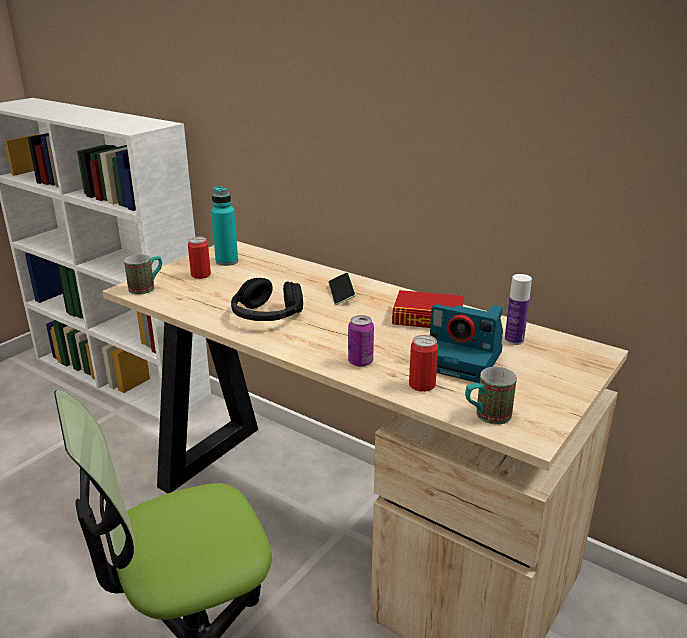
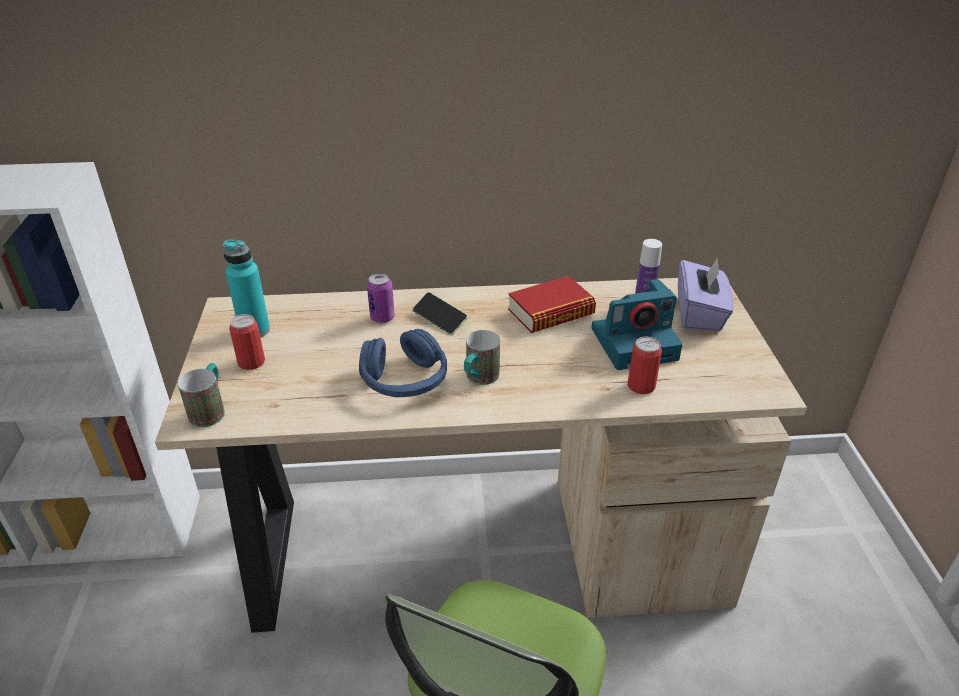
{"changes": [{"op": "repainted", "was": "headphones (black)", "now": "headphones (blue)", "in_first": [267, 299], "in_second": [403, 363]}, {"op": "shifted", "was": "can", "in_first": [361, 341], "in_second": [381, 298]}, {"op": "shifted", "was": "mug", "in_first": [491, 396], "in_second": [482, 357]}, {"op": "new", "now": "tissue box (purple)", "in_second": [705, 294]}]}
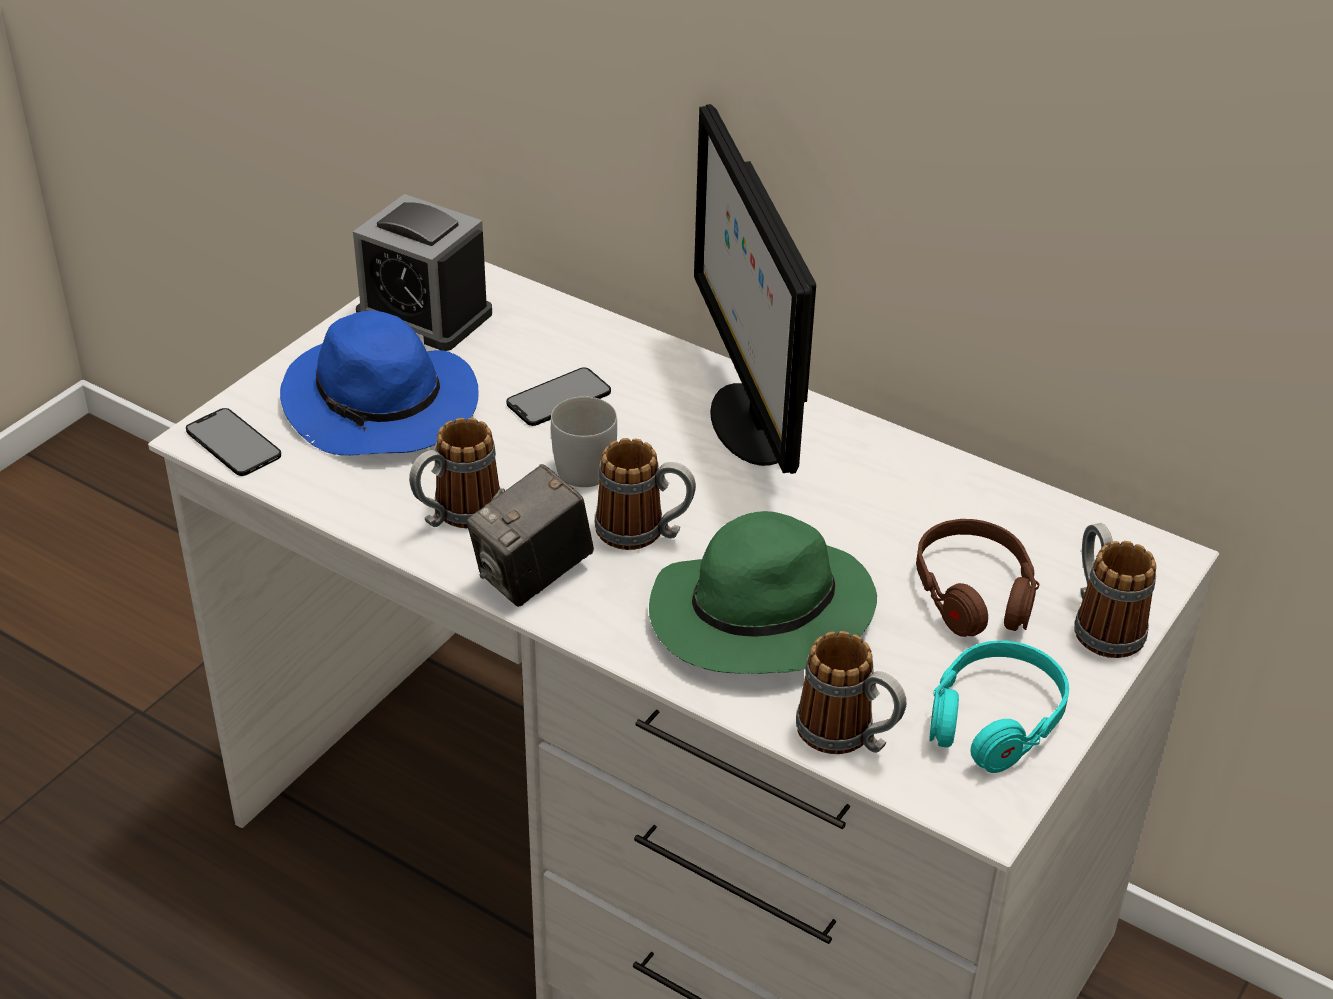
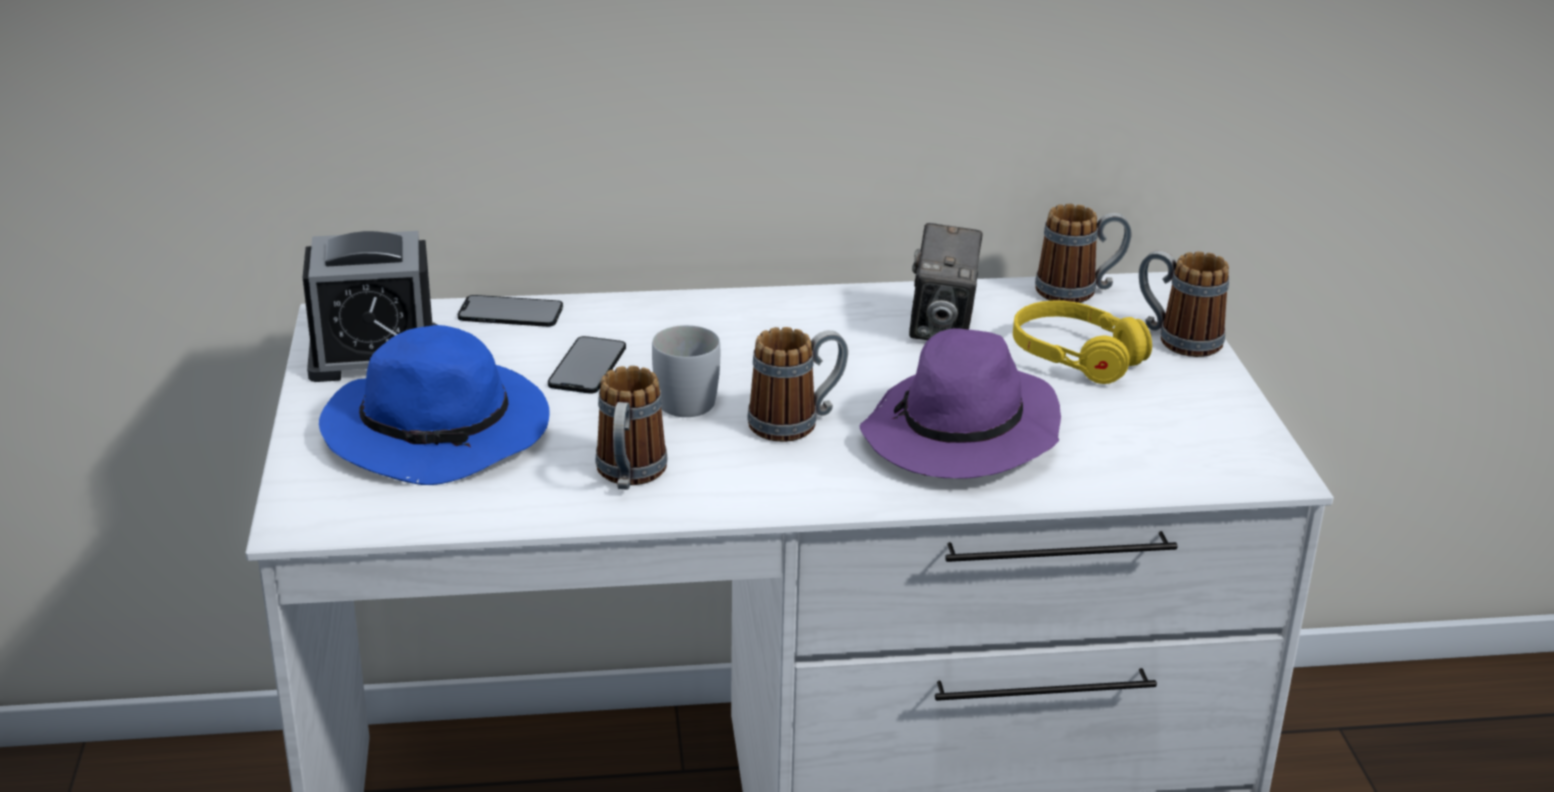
{"changes": [{"op": "shifted", "was": "phone", "in_first": [233, 442], "in_second": [510, 311]}, {"op": "repainted", "was": "hat (green)", "now": "hat (purple)", "in_first": [763, 592], "in_second": [960, 403]}, {"op": "shifted", "was": "photo camera", "in_first": [530, 535], "in_second": [946, 281]}, {"op": "repainted", "was": "headphones (brown)", "now": "headphones (yellow)", "in_first": [977, 578], "in_second": [1082, 342]}, {"op": "shifted", "was": "mug", "in_first": [851, 692], "in_second": [1083, 253]}, {"op": "gone", "was": "monitor", "in_first": [755, 289]}, {"op": "gone", "was": "headphones (turquoise)", "in_first": [999, 707]}]}
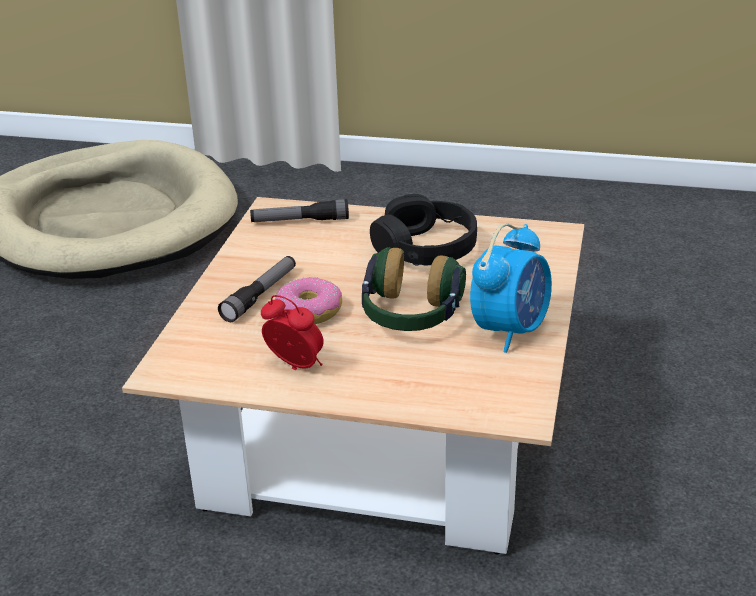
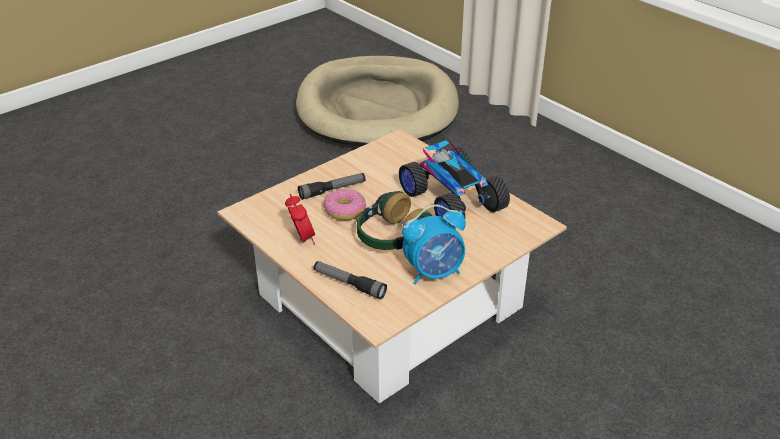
{"changes": [{"op": "shifted", "was": "flashlight", "in_first": [299, 210], "in_second": [350, 280]}, {"op": "swapped", "was": "headphones (black)", "now": "toy car", "in_first": [423, 229], "in_second": [454, 184]}]}
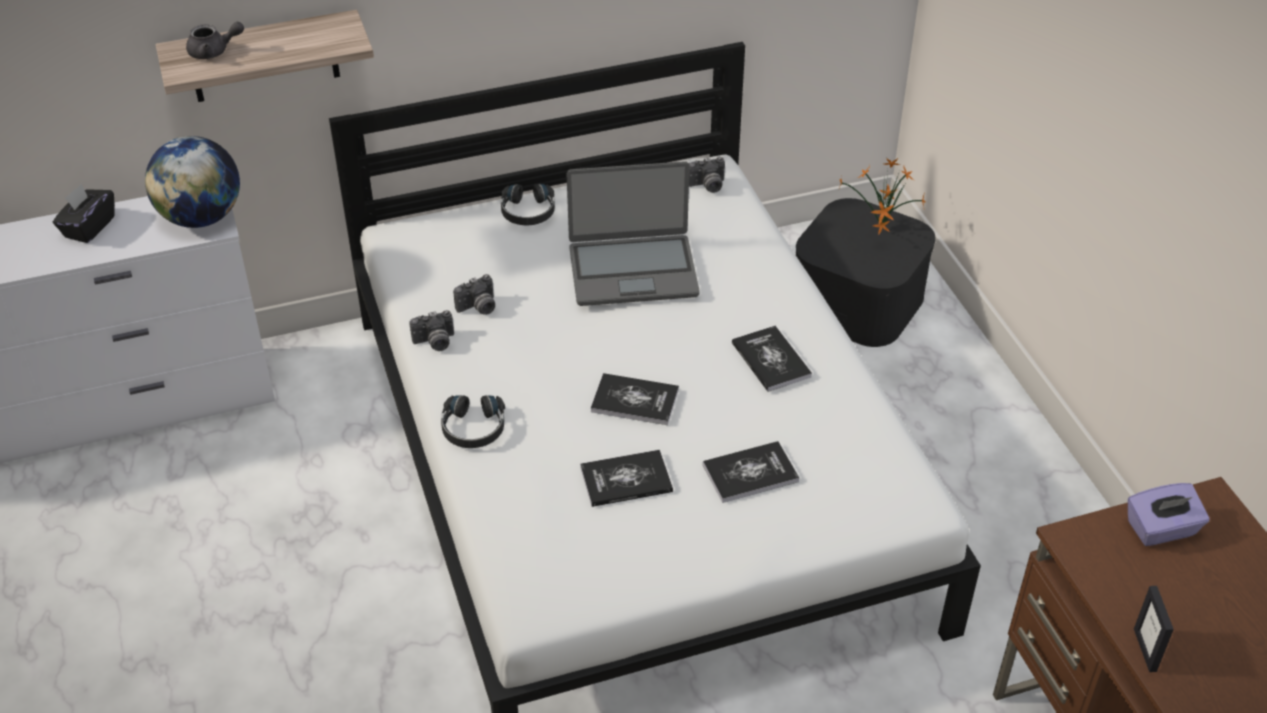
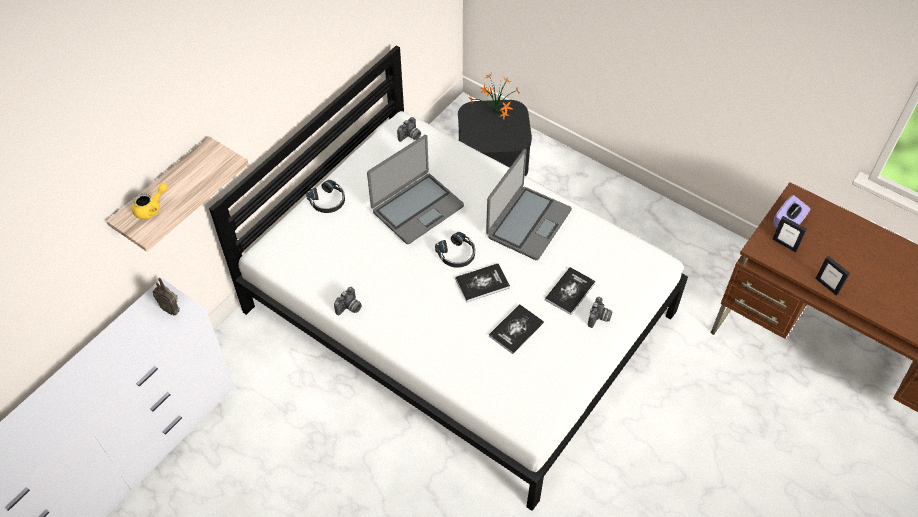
{"changes": [{"op": "repainted", "was": "teapot (grey)", "now": "teapot (yellow)", "in_first": [215, 40], "in_second": [150, 201]}, {"op": "swapped", "was": "globe", "now": "radio", "in_first": [192, 182], "in_second": [166, 296]}, {"op": "shifted", "was": "headphones (black)", "in_first": [473, 421], "in_second": [455, 250]}, {"op": "swapped", "was": "book", "now": "laptop", "in_first": [772, 359], "in_second": [529, 204]}, {"op": "shifted", "was": "photo camera", "in_first": [474, 294], "in_second": [600, 312]}, {"op": "new", "now": "picture frame", "in_second": [789, 234]}, {"op": "gone", "was": "tissue box (black)", "in_first": [84, 213]}]}
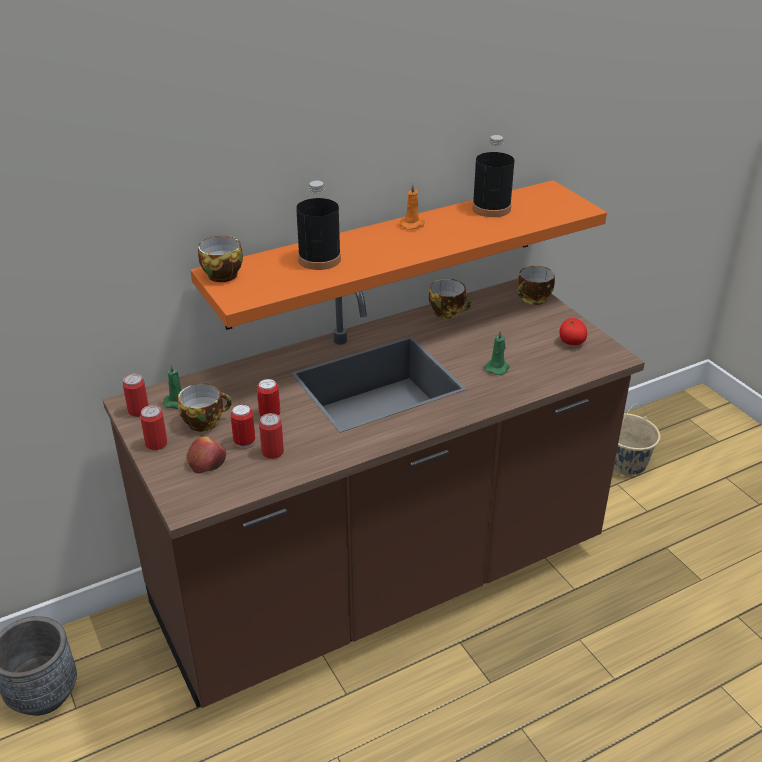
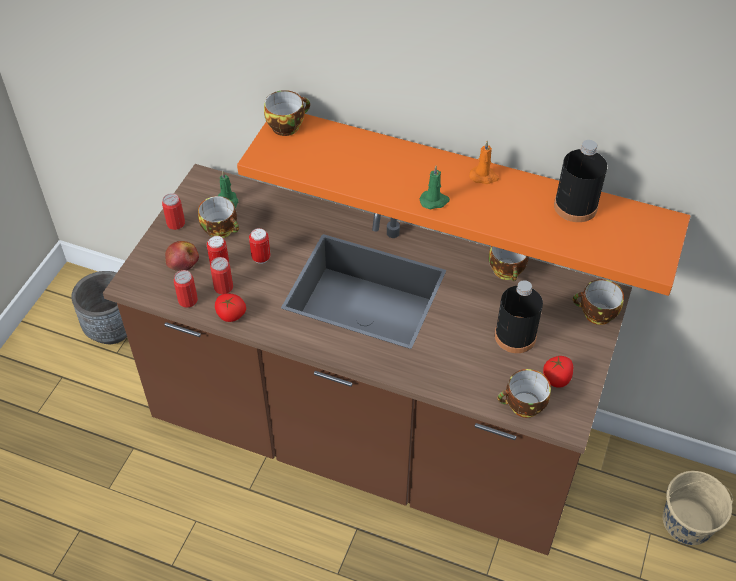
{"changes": [{"op": "shifted", "was": "can", "in_first": [136, 395], "in_second": [186, 289]}, {"op": "new", "now": "tomato", "in_second": [230, 308]}, {"op": "shifted", "was": "candle (green)", "in_first": [497, 352], "in_second": [435, 187]}, {"op": "shifted", "was": "bottle (black)", "in_first": [318, 225], "in_second": [519, 316]}, {"op": "new", "now": "cup", "in_second": [524, 393]}]}
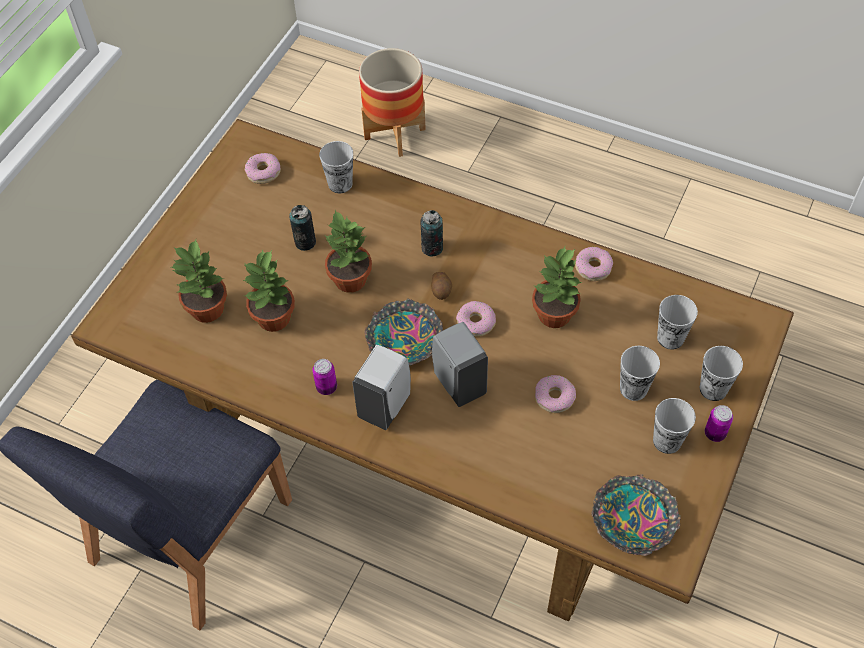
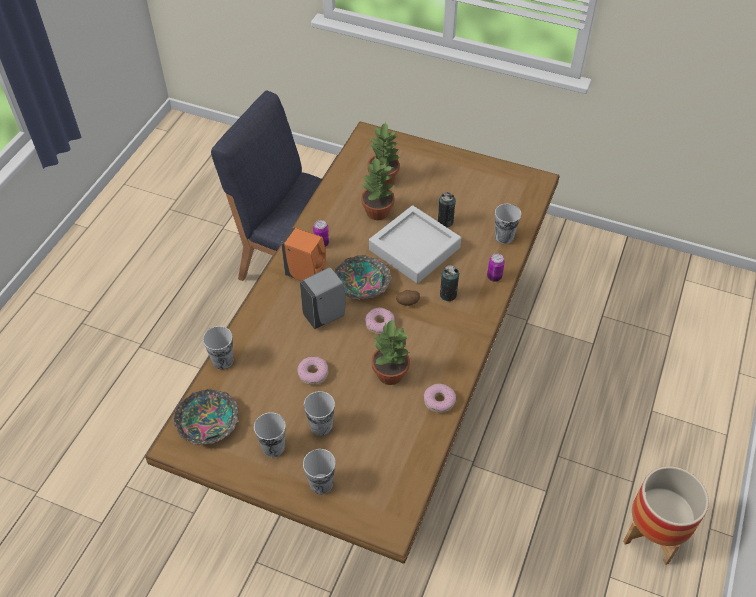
{"changes": [{"op": "shifted", "was": "cup", "in_first": [677, 322], "in_second": [218, 347]}, {"op": "repainted", "was": "soap dispenser (white)", "now": "soap dispenser (orange)", "in_first": [381, 387], "in_second": [303, 254]}, {"op": "swapped", "was": "potted plant", "now": "tray (grey)", "in_first": [348, 251], "in_second": [415, 244]}, {"op": "shifted", "was": "can", "in_first": [719, 423], "in_second": [496, 268]}, {"op": "shifted", "was": "planter", "in_first": [392, 102], "in_second": [666, 515]}, {"op": "gone", "was": "donut", "in_first": [263, 168]}]}
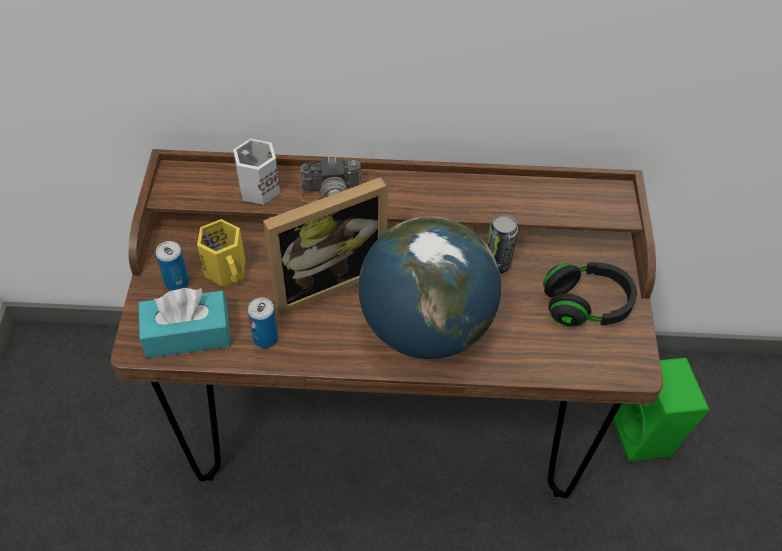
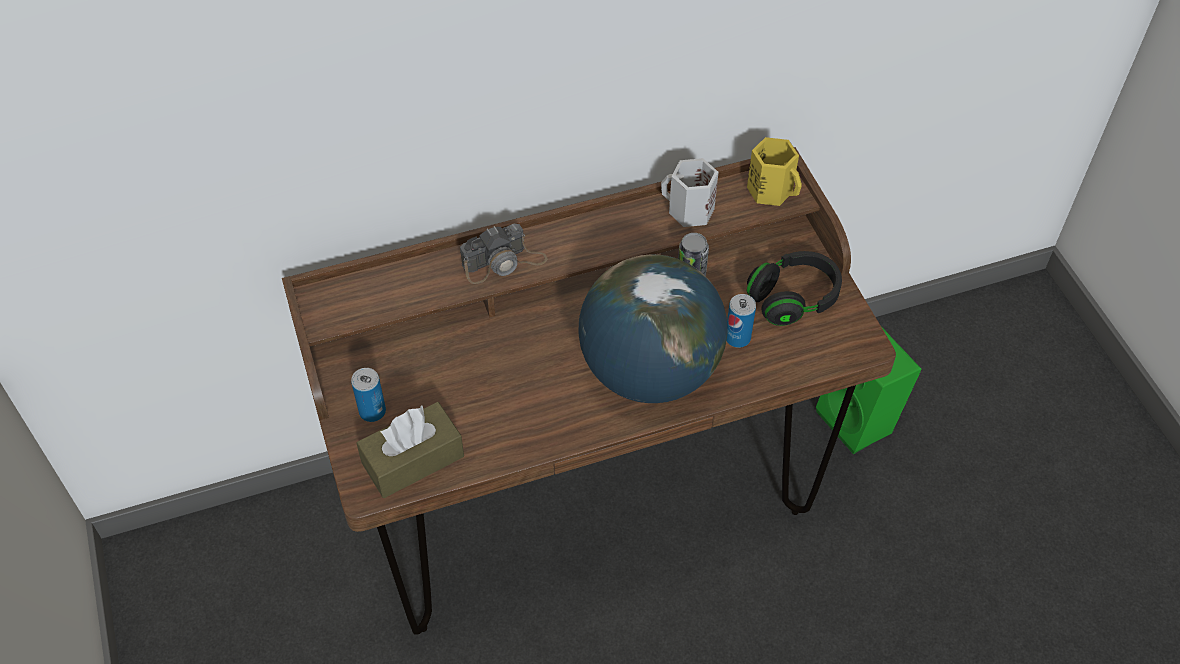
{"changes": [{"op": "repainted", "was": "tissue box (turquoise)", "now": "tissue box (brown)", "in_first": [184, 323], "in_second": [410, 450]}, {"op": "shifted", "was": "mug (white)", "in_first": [256, 171], "in_second": [689, 192]}, {"op": "shifted", "was": "can", "in_first": [263, 322], "in_second": [741, 321]}, {"op": "shifted", "was": "mug (yellow)", "in_first": [221, 252], "in_second": [774, 171]}, {"op": "gone", "was": "picture frame", "in_first": [325, 246]}]}
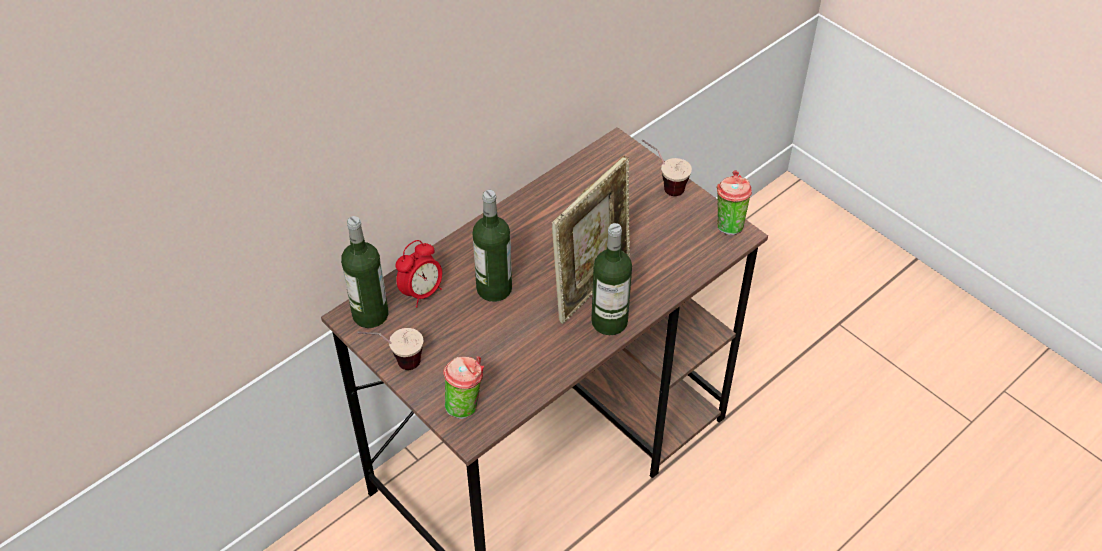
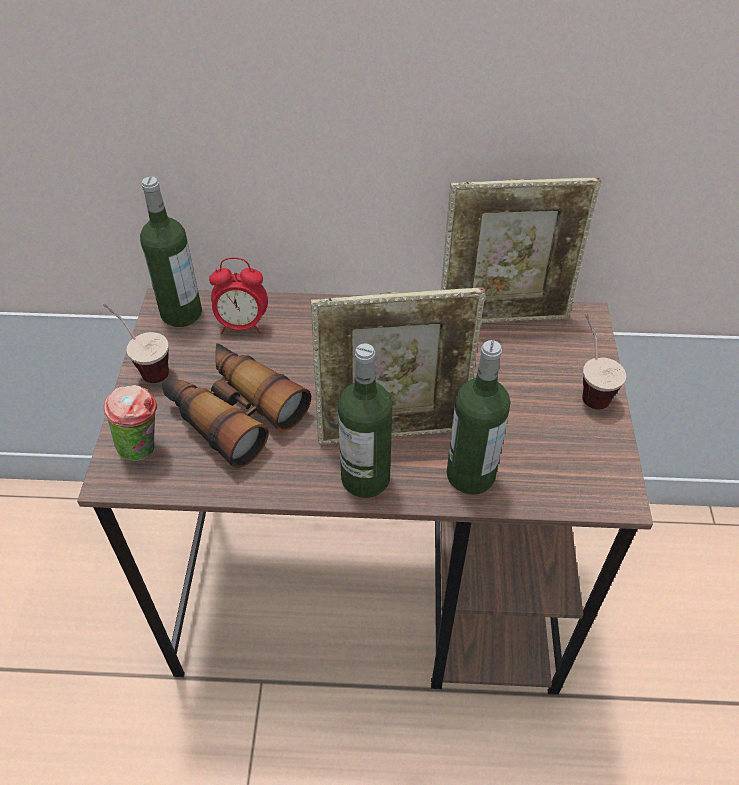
{"changes": [{"op": "new", "now": "binoculars", "in_second": [236, 405]}, {"op": "new", "now": "picture frame", "in_second": [521, 250]}, {"op": "shifted", "was": "bottle", "in_first": [492, 246], "in_second": [478, 417]}, {"op": "gone", "was": "cup", "in_first": [734, 202]}]}
